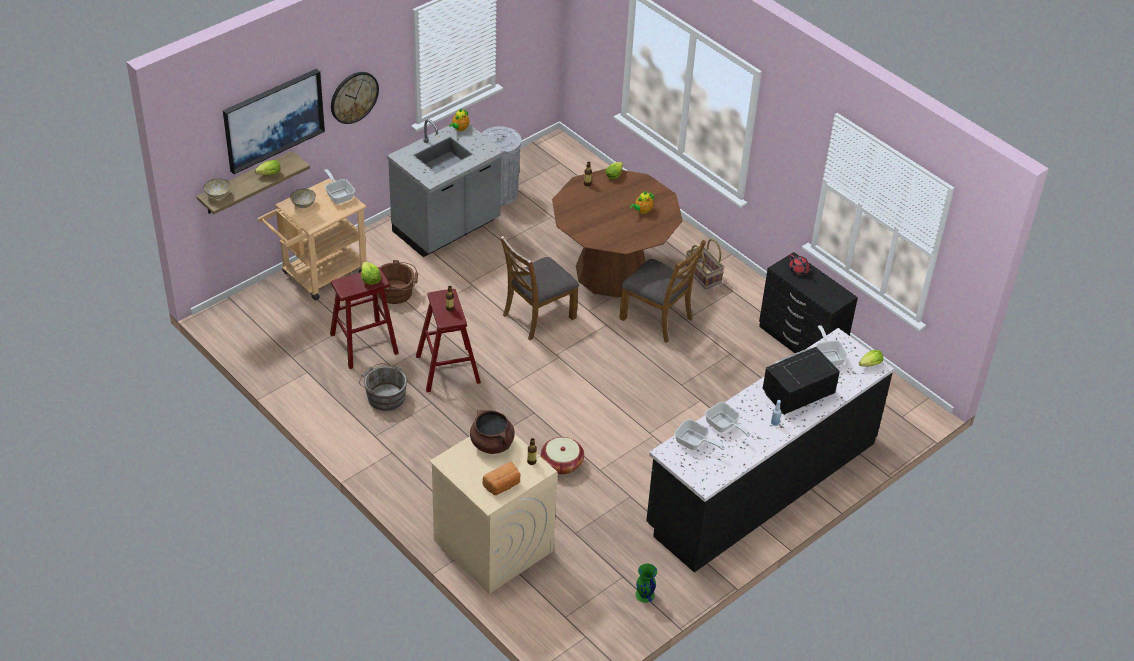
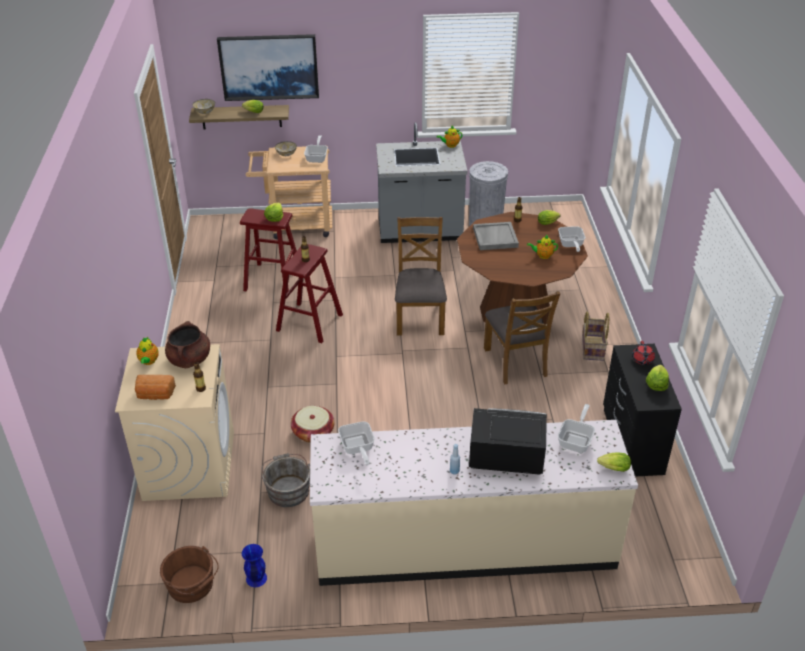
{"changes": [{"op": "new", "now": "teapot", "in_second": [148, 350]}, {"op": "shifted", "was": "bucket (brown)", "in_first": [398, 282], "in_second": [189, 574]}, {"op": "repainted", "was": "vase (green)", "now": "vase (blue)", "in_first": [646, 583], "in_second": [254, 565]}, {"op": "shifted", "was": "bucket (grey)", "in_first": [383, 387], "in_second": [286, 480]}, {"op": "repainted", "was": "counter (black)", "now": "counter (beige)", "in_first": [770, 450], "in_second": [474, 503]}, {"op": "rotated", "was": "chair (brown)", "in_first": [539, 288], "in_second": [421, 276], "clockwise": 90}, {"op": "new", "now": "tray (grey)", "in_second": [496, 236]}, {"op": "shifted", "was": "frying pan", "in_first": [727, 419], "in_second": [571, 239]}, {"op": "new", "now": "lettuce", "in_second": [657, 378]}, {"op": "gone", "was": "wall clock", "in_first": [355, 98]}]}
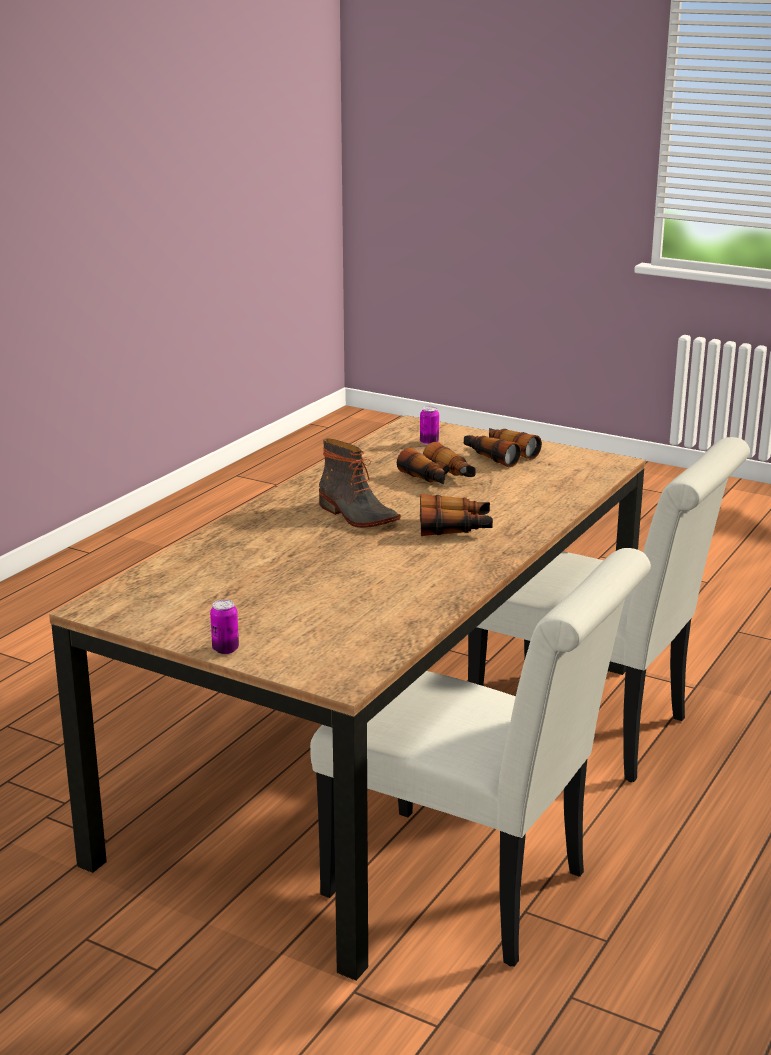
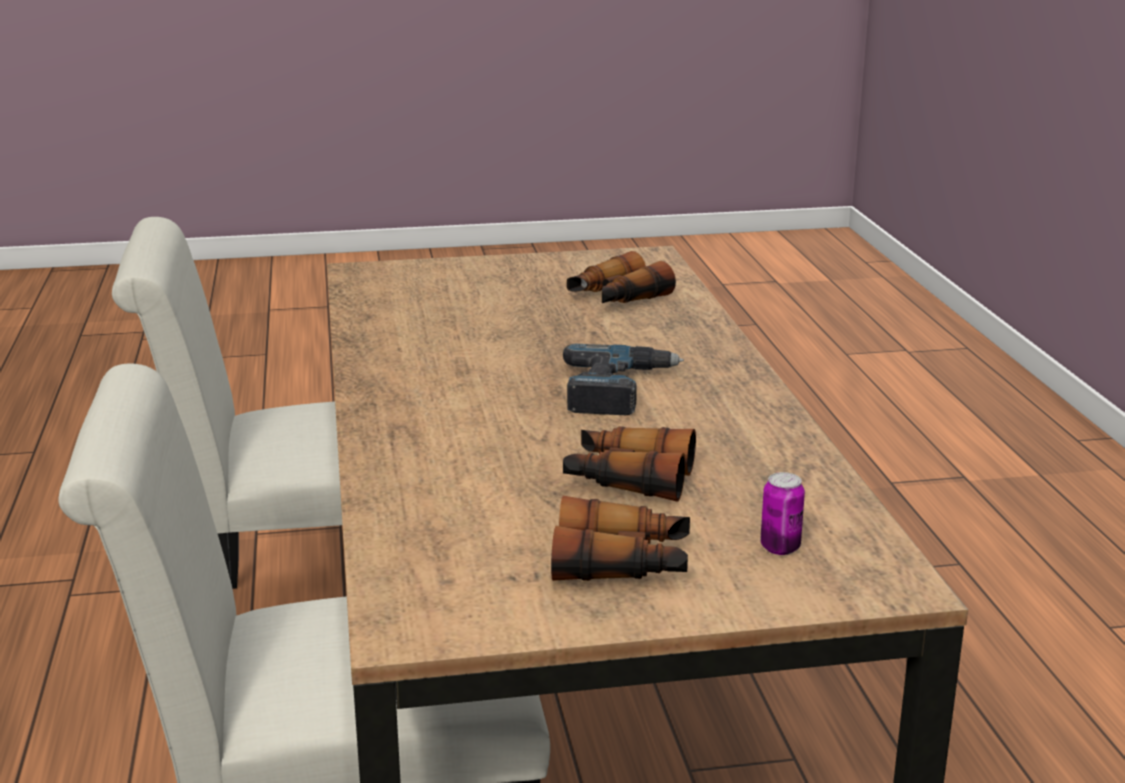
{"changes": [{"op": "swapped", "was": "boot", "now": "power drill", "in_first": [359, 483], "in_second": [623, 379]}, {"op": "shifted", "was": "binoculars", "in_first": [456, 515], "in_second": [621, 277]}, {"op": "gone", "was": "can", "in_first": [224, 626]}]}
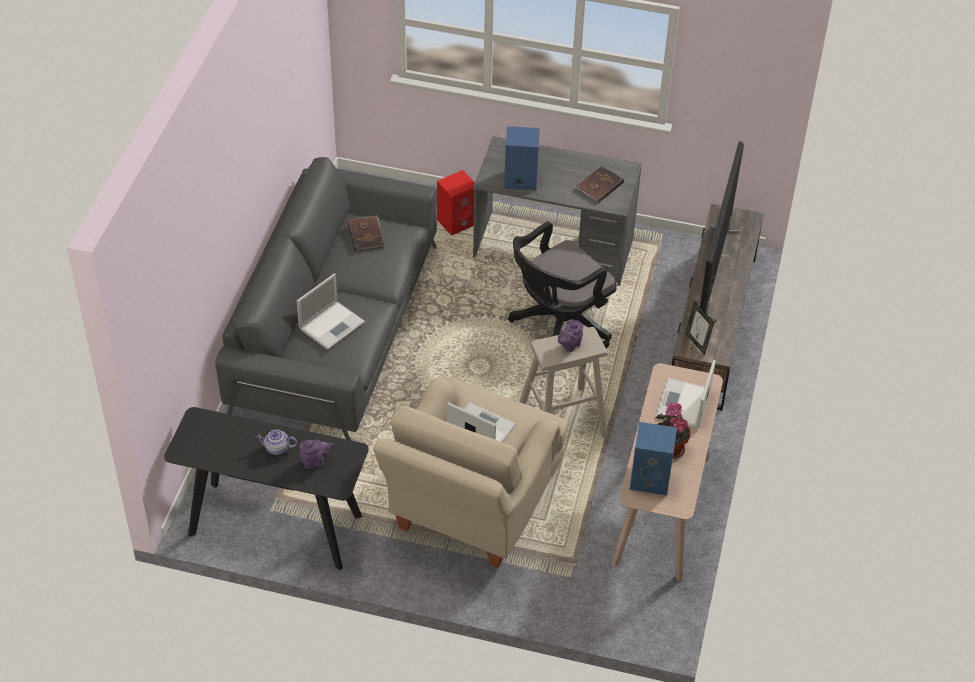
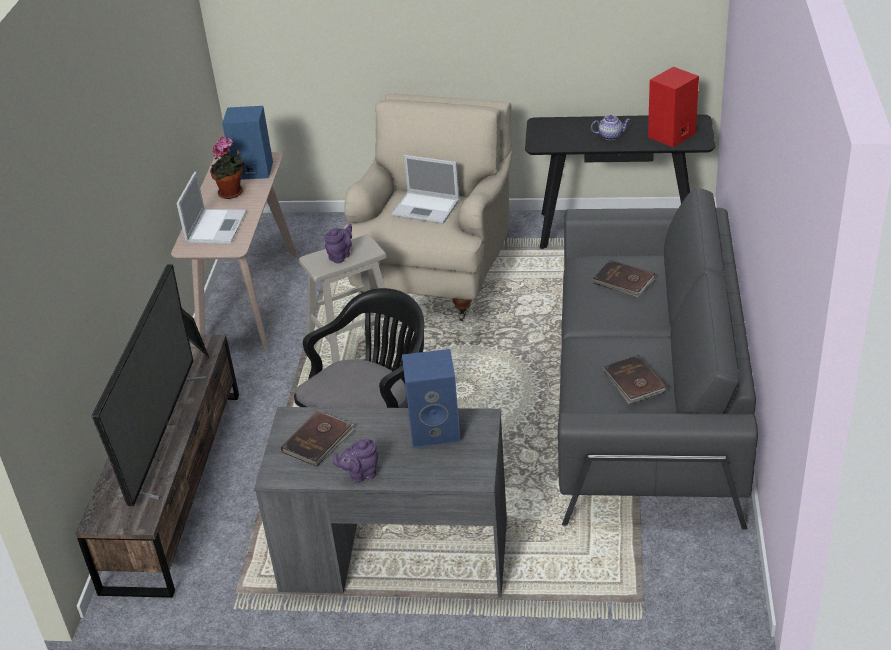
{"changes": [{"op": "shifted", "was": "teapot (purple)", "in_first": [316, 454], "in_second": [355, 461]}, {"op": "swapped", "was": "laptop", "now": "book (brown)", "in_first": [331, 312], "in_second": [623, 278]}, {"op": "shifted", "was": "speaker (red)", "in_first": [456, 203], "in_second": [673, 107]}]}
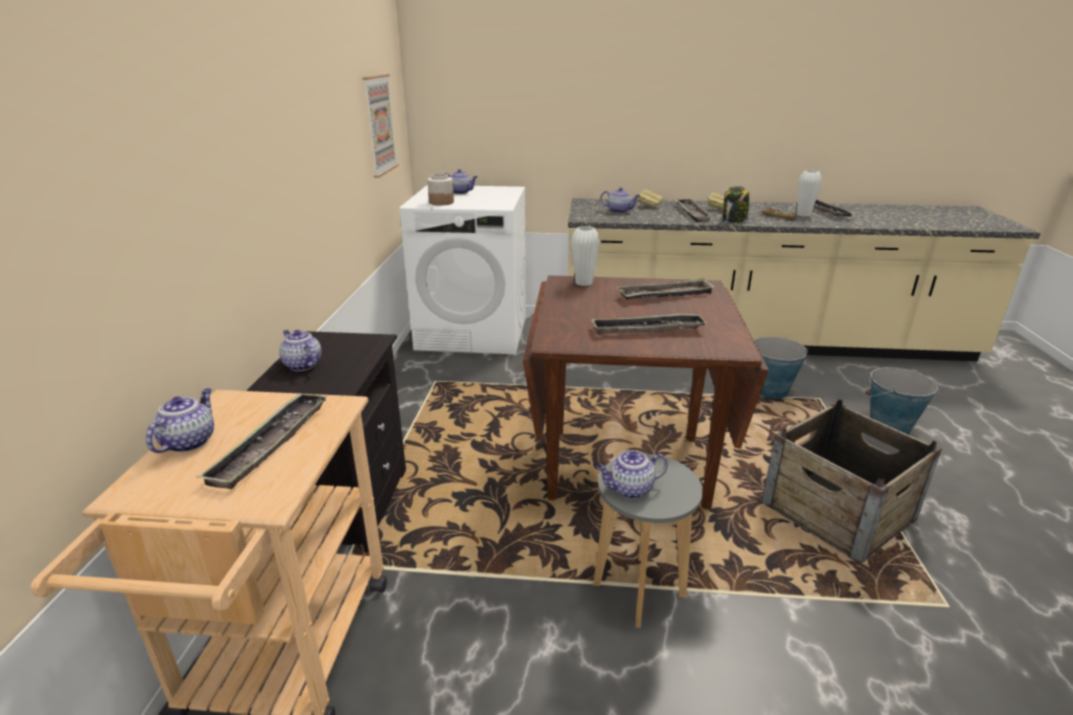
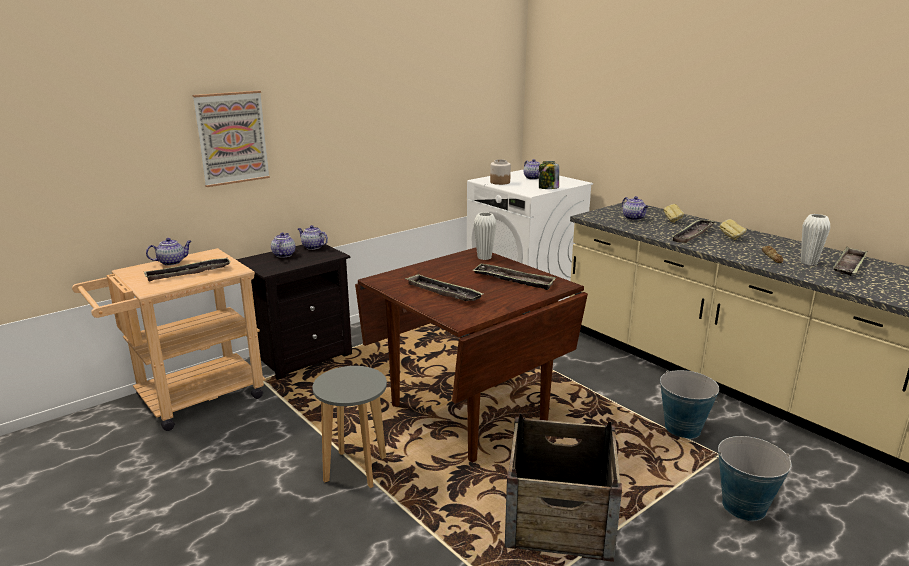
{"changes": [{"op": "shifted", "was": "picture", "in_first": [381, 126], "in_second": [231, 139]}, {"op": "shifted", "was": "teapot", "in_first": [632, 474], "in_second": [313, 237]}, {"op": "shifted", "was": "jar", "in_first": [736, 204], "in_second": [549, 175]}]}
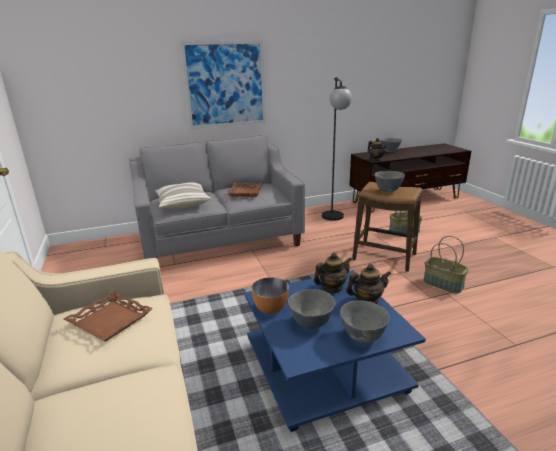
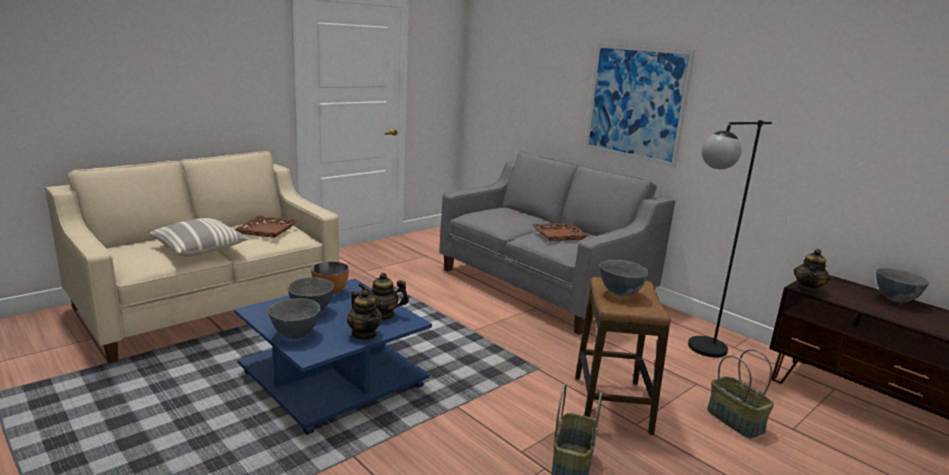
{"changes": [{"op": "shifted", "was": "pillow", "in_first": [183, 195], "in_second": [199, 237]}, {"op": "rotated", "was": "teapot", "in_first": [333, 272], "in_second": [383, 296], "clockwise": 135}]}
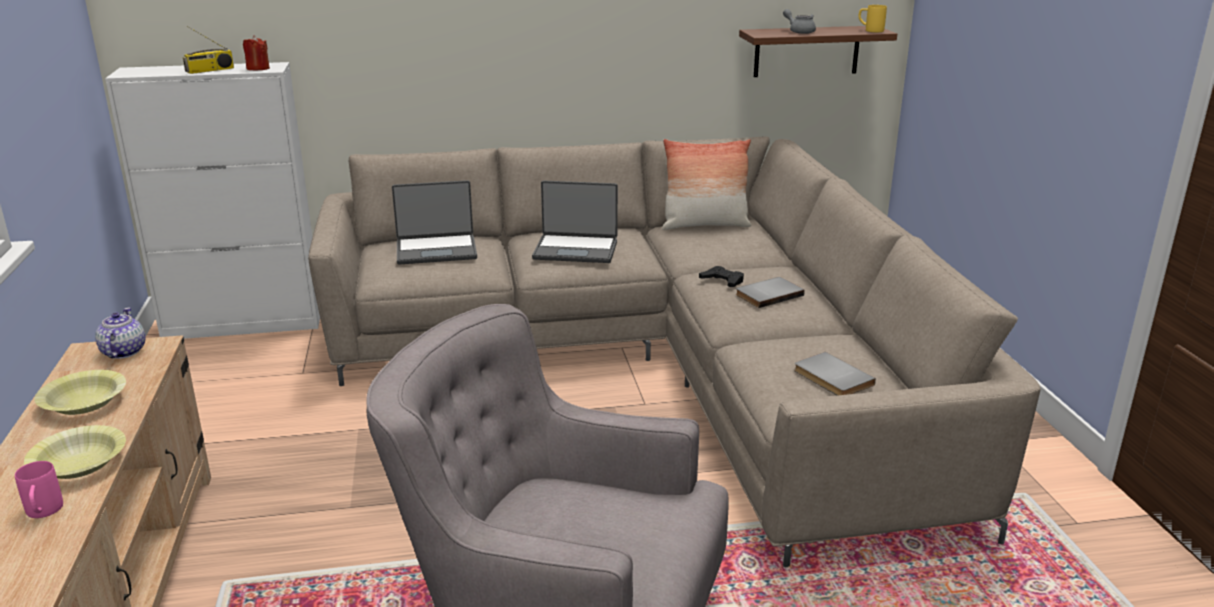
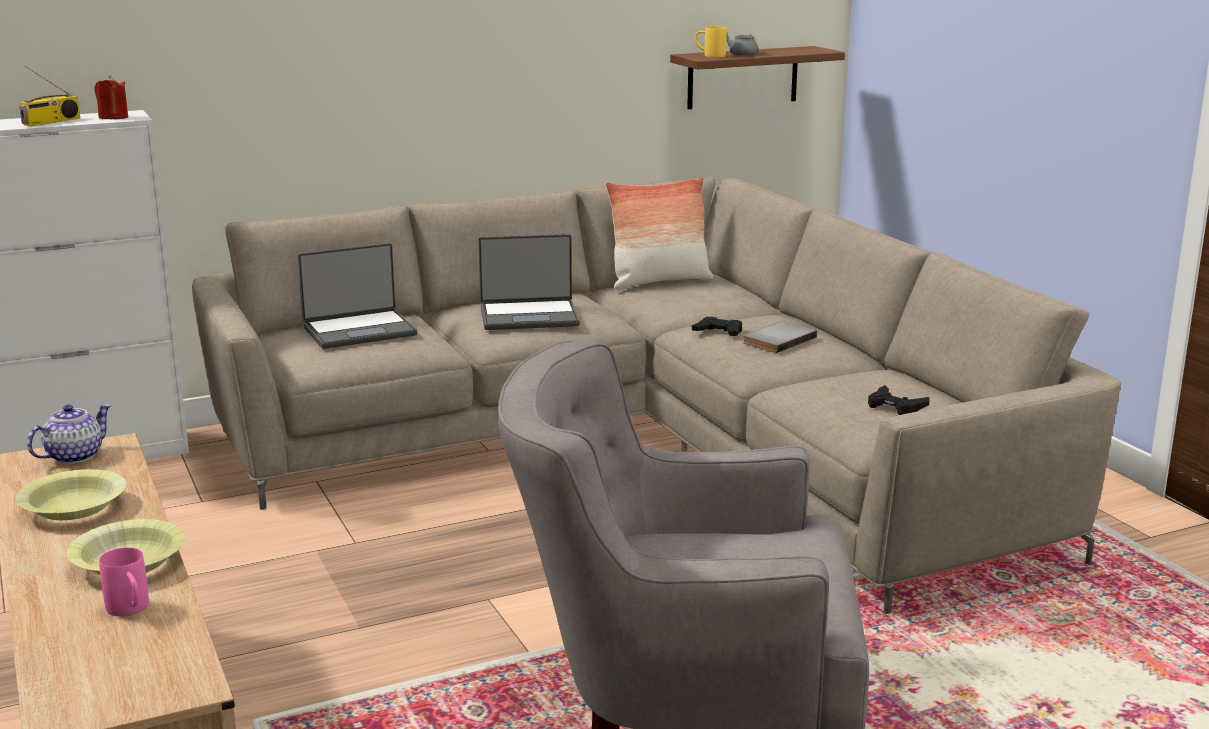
{"changes": [{"op": "rotated", "was": "teapot", "in_first": [120, 333], "in_second": [69, 434], "clockwise": 60}, {"op": "shifted", "was": "mug (yellow)", "in_first": [872, 18], "in_second": [711, 42]}, {"op": "swapped", "was": "book (grey)", "now": "game controller (black)", "in_first": [835, 374], "in_second": [898, 400]}]}
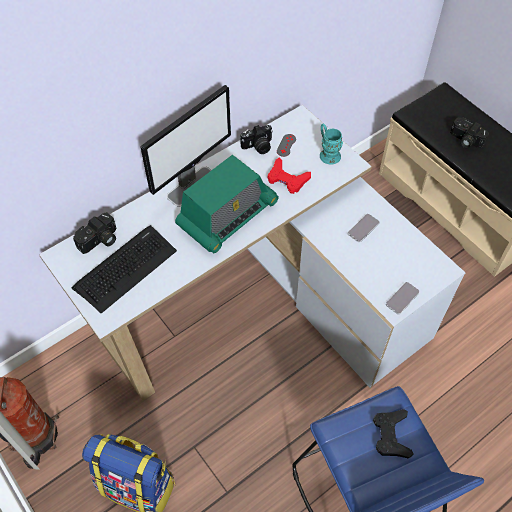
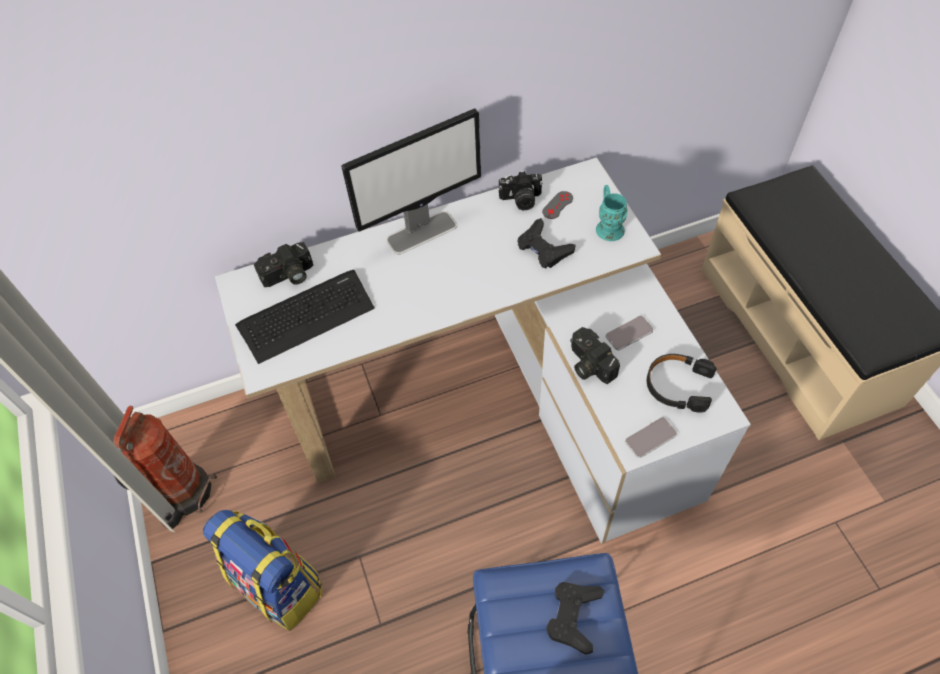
{"changes": [{"op": "repainted", "was": "game controller (red)", "now": "game controller (black)", "in_first": [289, 175], "in_second": [546, 243]}, {"op": "shifted", "was": "photo camera", "in_first": [469, 133], "in_second": [595, 355]}, {"op": "new", "now": "headphones (black)", "in_second": [681, 383]}, {"op": "gone", "was": "radio", "in_first": [227, 204]}]}
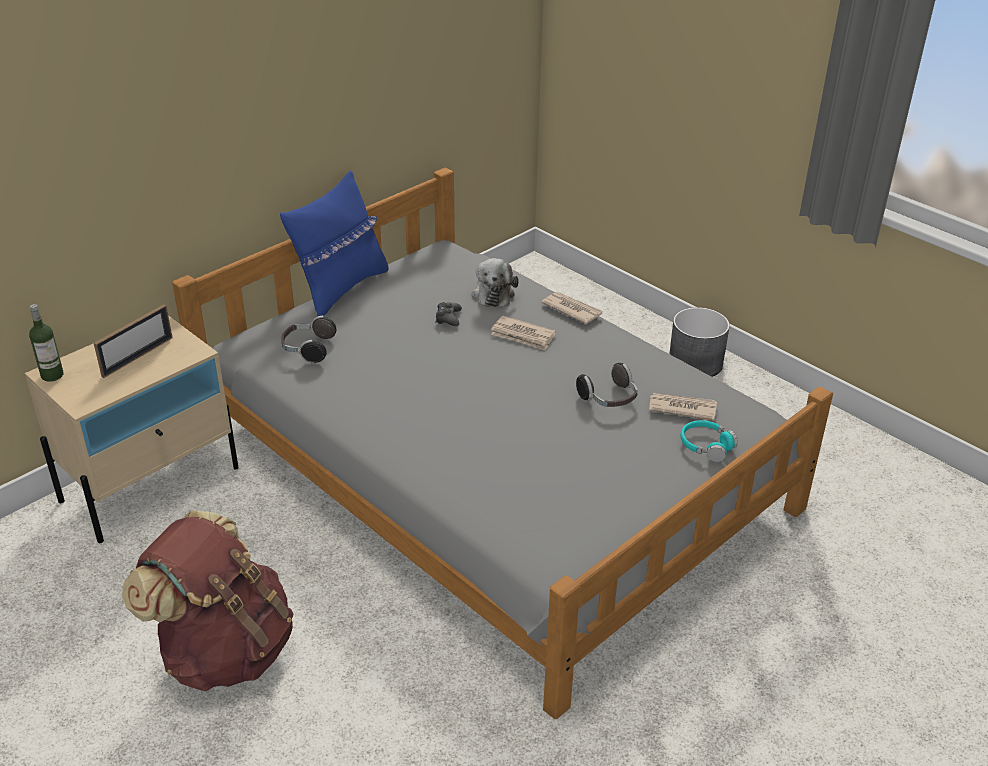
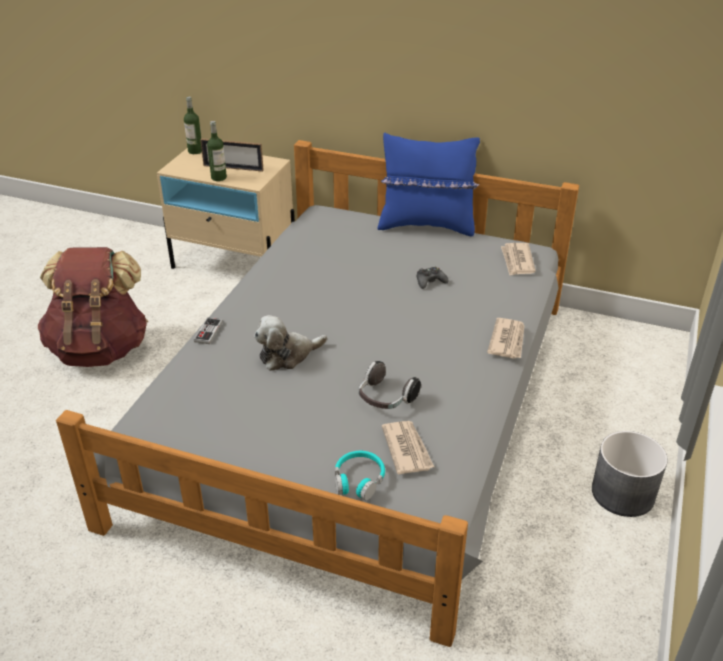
{"changes": [{"op": "new", "now": "game controller", "in_second": [208, 330]}, {"op": "new", "now": "bottle", "in_second": [217, 151]}, {"op": "shifted", "was": "plush toy", "in_first": [495, 282], "in_second": [290, 343]}, {"op": "shifted", "was": "newspaper", "in_first": [523, 333], "in_second": [518, 259]}, {"op": "gone", "was": "headphones", "in_first": [308, 340]}]}
